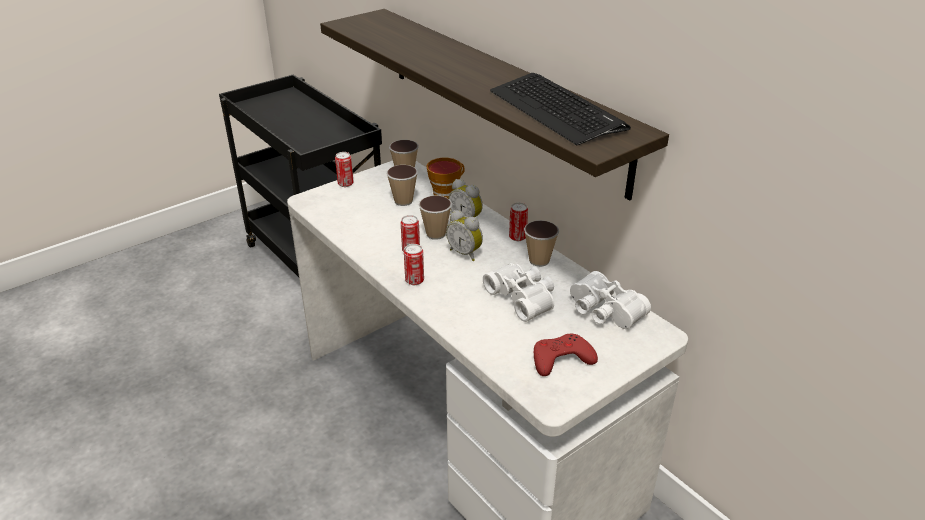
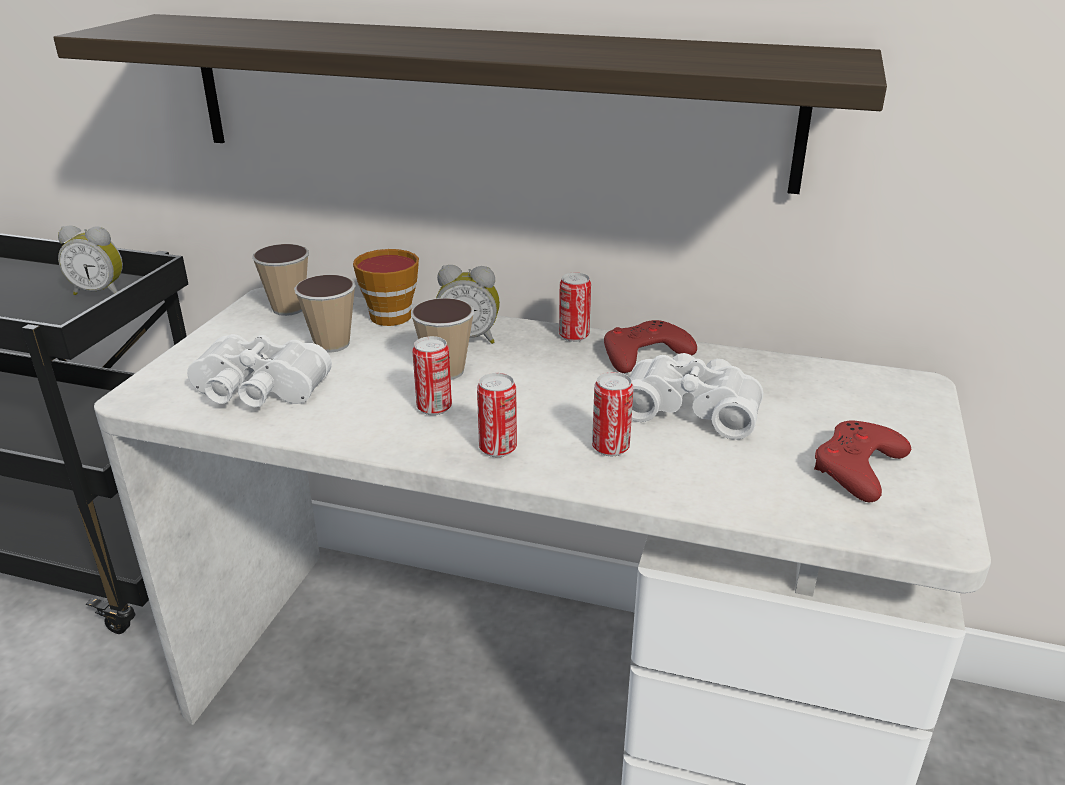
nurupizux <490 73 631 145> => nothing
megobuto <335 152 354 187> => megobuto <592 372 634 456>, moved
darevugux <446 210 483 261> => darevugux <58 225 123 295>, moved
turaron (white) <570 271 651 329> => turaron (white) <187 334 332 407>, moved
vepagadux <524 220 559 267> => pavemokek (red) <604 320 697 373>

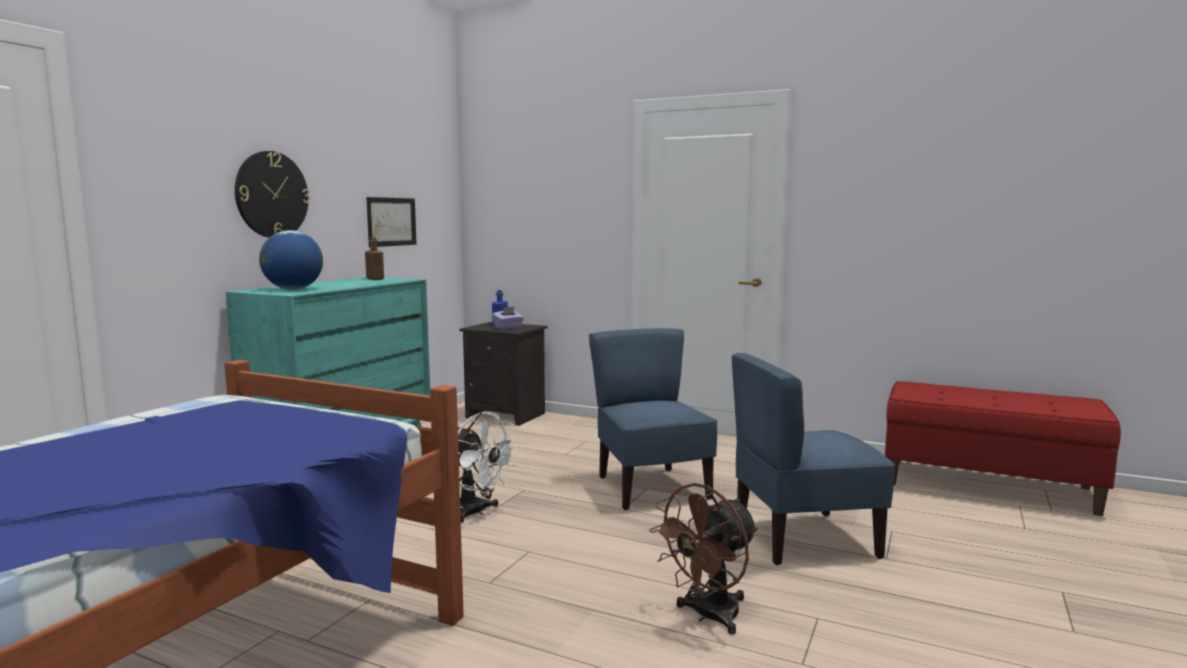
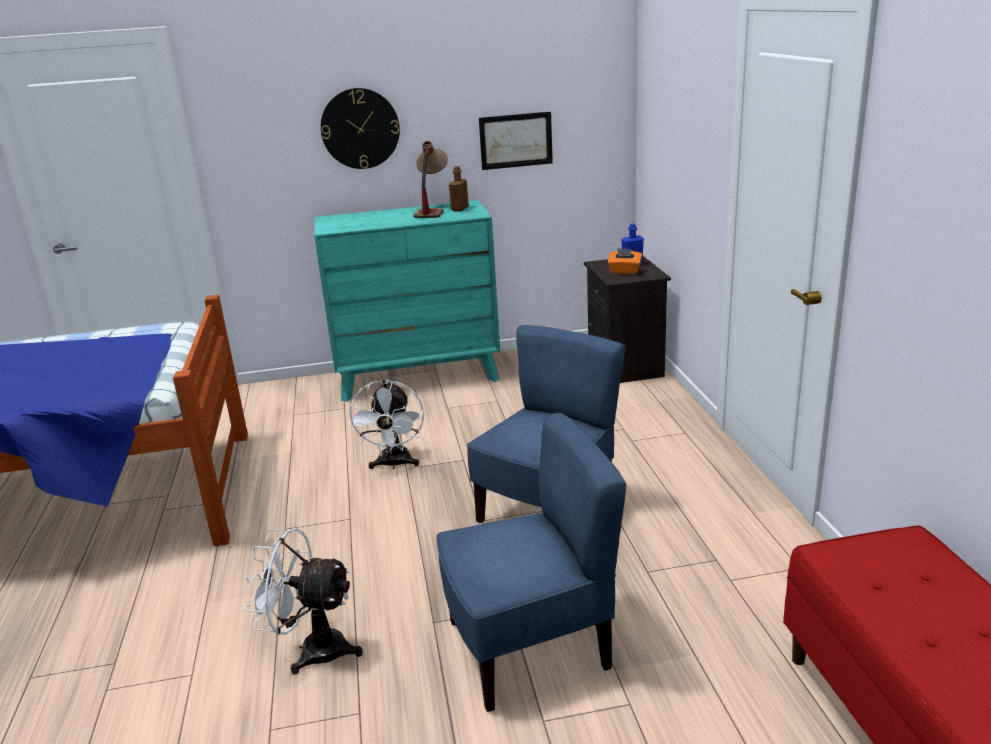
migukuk <259 230 323 290> => nothing
nothing => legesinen <413 141 448 218>
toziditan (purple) <492 307 524 329> => toziditan (orange) <608 248 642 274>
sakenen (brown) <649 483 758 634> => sakenen (white) <244 528 363 674>
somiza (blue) <732 353 895 565> => somiza (blue) <436 413 626 712>, 120 degrees clockwise

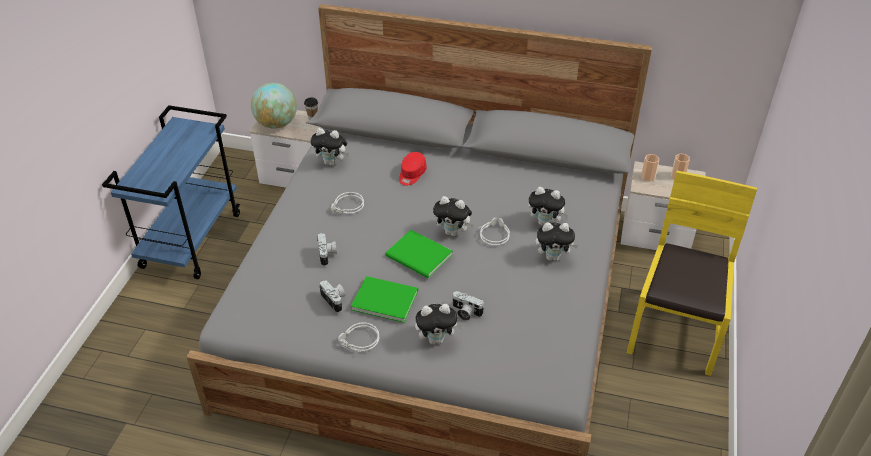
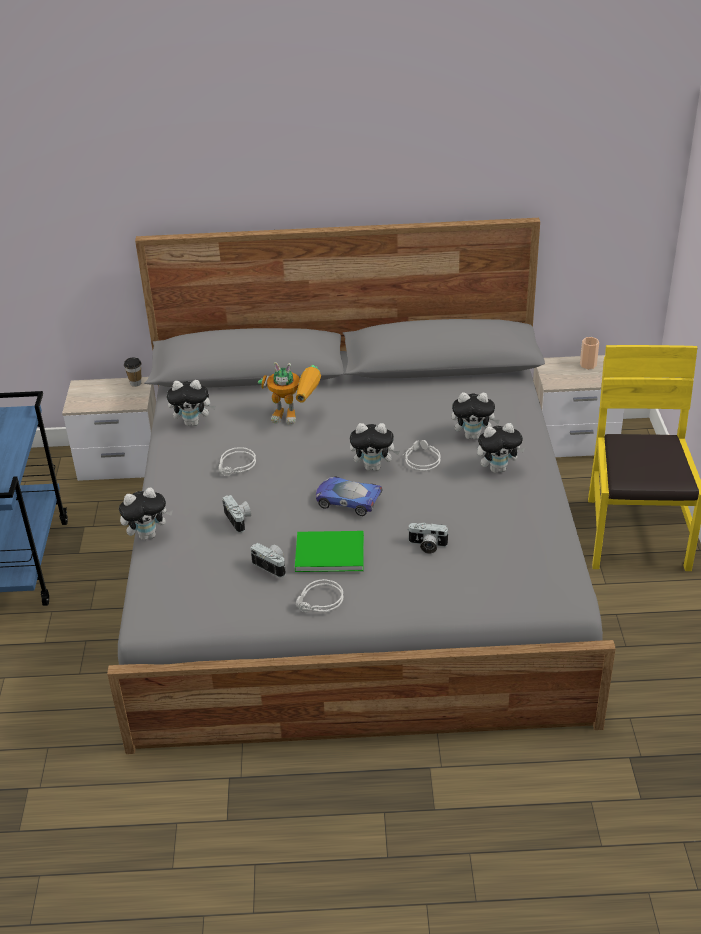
migukuk <251 83 297 129> => nothing
vepagadux <641 154 660 182> => nothing
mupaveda <415 304 462 344> => mupaveda <119 487 173 540>, moved
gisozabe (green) <385 230 453 278> => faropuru <316 476 383 516>
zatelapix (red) <399 152 427 186> => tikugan <258 362 321 425>

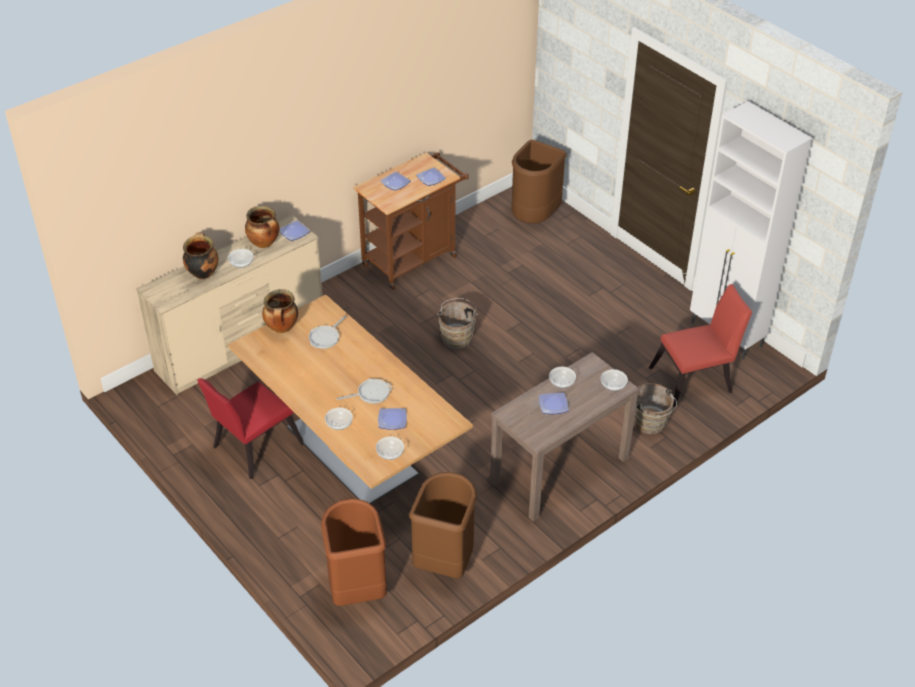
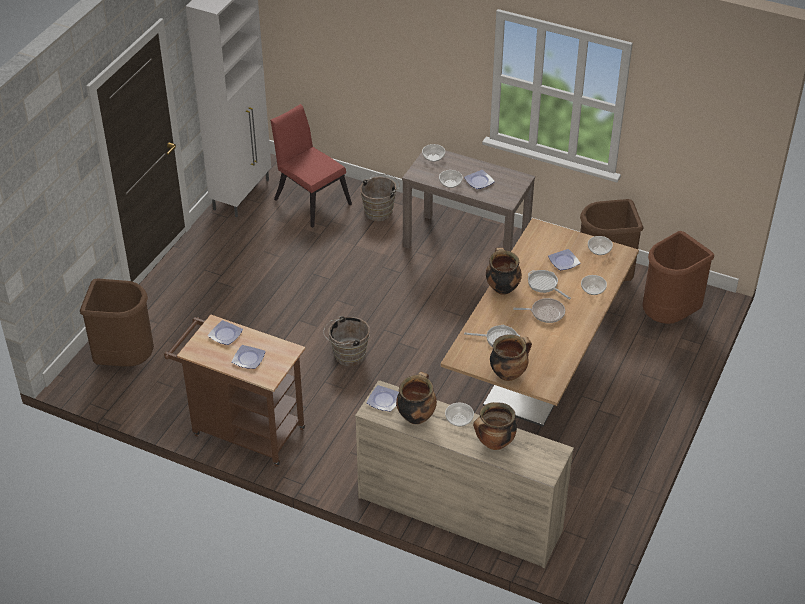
somiza (red) <197 378 304 479> => nothing
nothing => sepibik <486 248 522 295>
nothing => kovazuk <513 298 565 323>

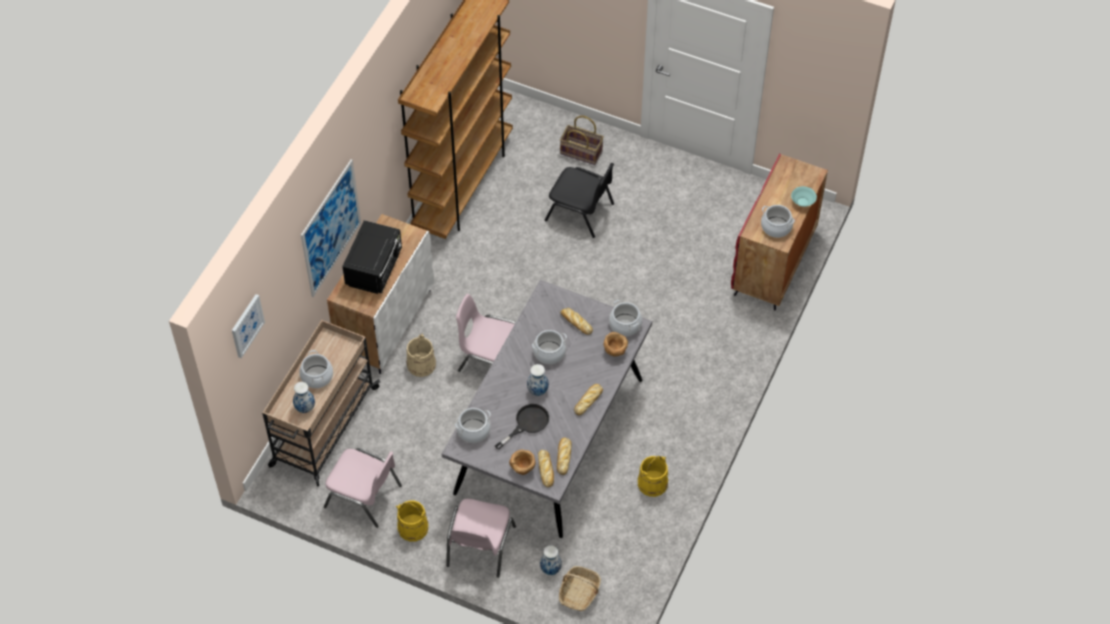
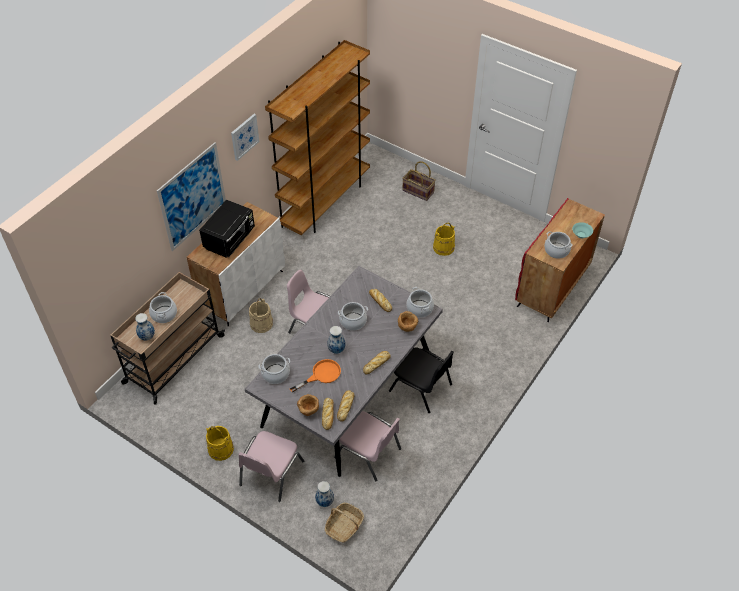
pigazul <232 294 265 358> => pigazul <231 114 259 161>, moved
somiza (pink) <324 448 402 528> => somiza (pink) <334 411 401 481>, moved
somiza (black) <545 163 614 238> => somiza (black) <389 347 454 413>, moved
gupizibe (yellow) <638 456 668 497> => gupizibe (yellow) <433 223 455 256>, moved
kovazuk (black) <495 404 549 450> => kovazuk (orange) <290 359 341 393>

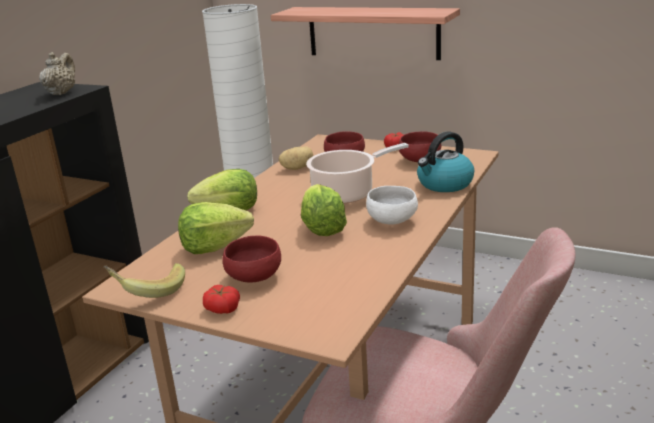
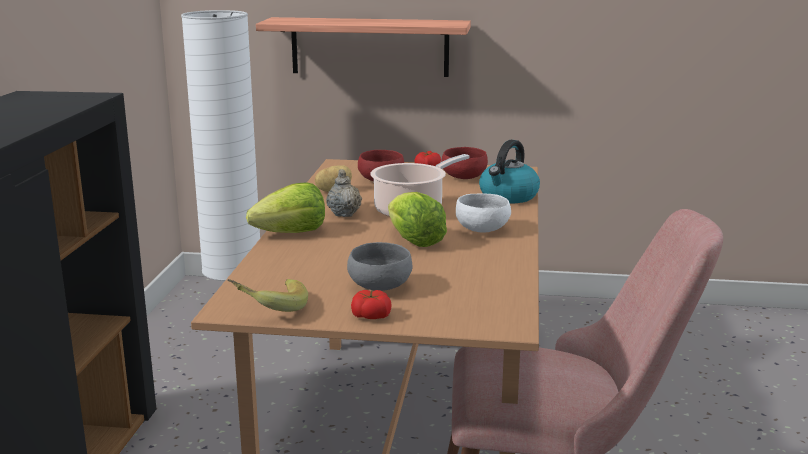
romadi <178 202 254 254> => nothing
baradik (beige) <39 52 75 95> => baradik (beige) <326 169 362 217>, moved
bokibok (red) <223 236 281 283> => bokibok (grey) <347 242 413 291>

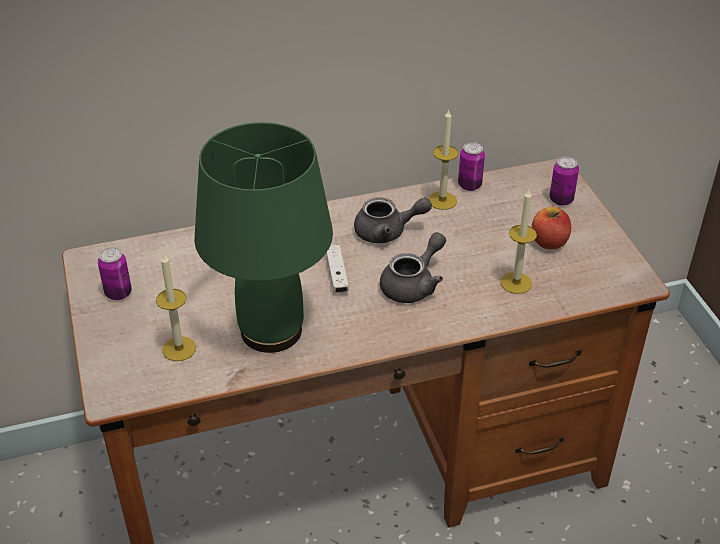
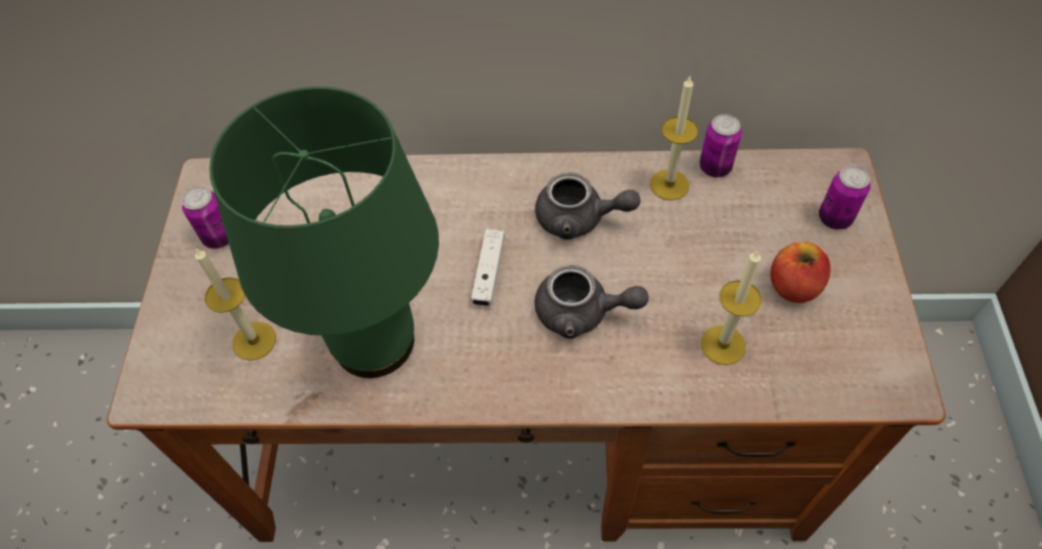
baradik (grey) <380 232 446 303> => baradik (grey) <535 265 649 338>, 45 degrees clockwise

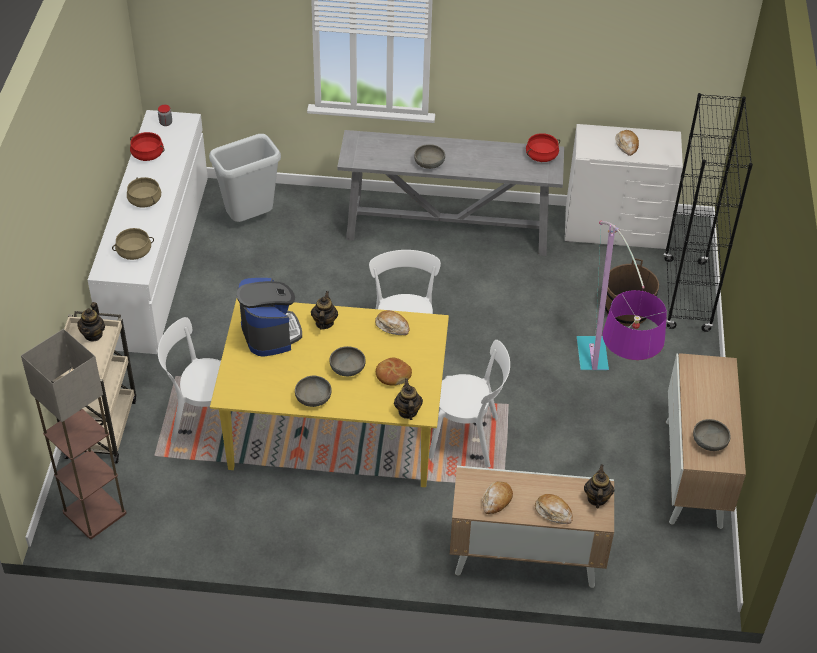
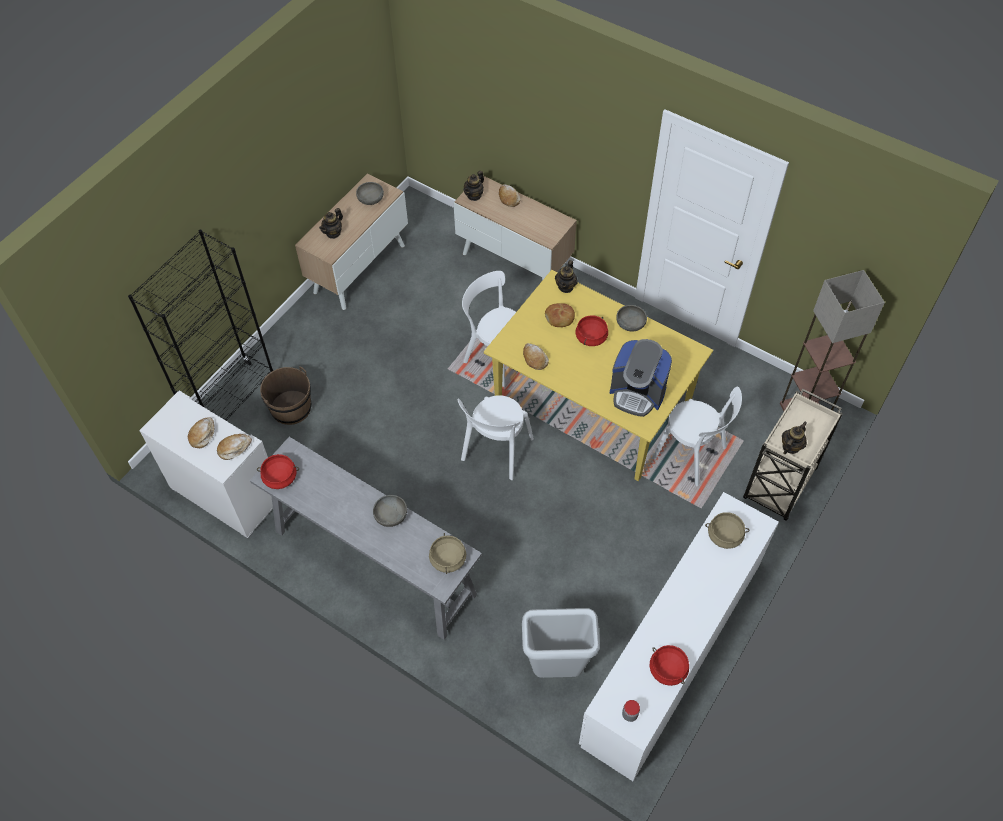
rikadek <576 221 667 370> => nothing
sepibik (beige) <127 177 161 208> => sepibik (beige) <429 533 466 574>, moved
baradik <311 291 338 330> => baradik <319 208 343 239>, moved
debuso <482 481 513 514> => debuso <217 434 252 460>, moved
bokibok (grey) <329 346 366 376> => sepibik (red) <575 315 608 346>
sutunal <237 278 302 357> => sutunal <610 339 672 417>, 75 degrees counterclockwise

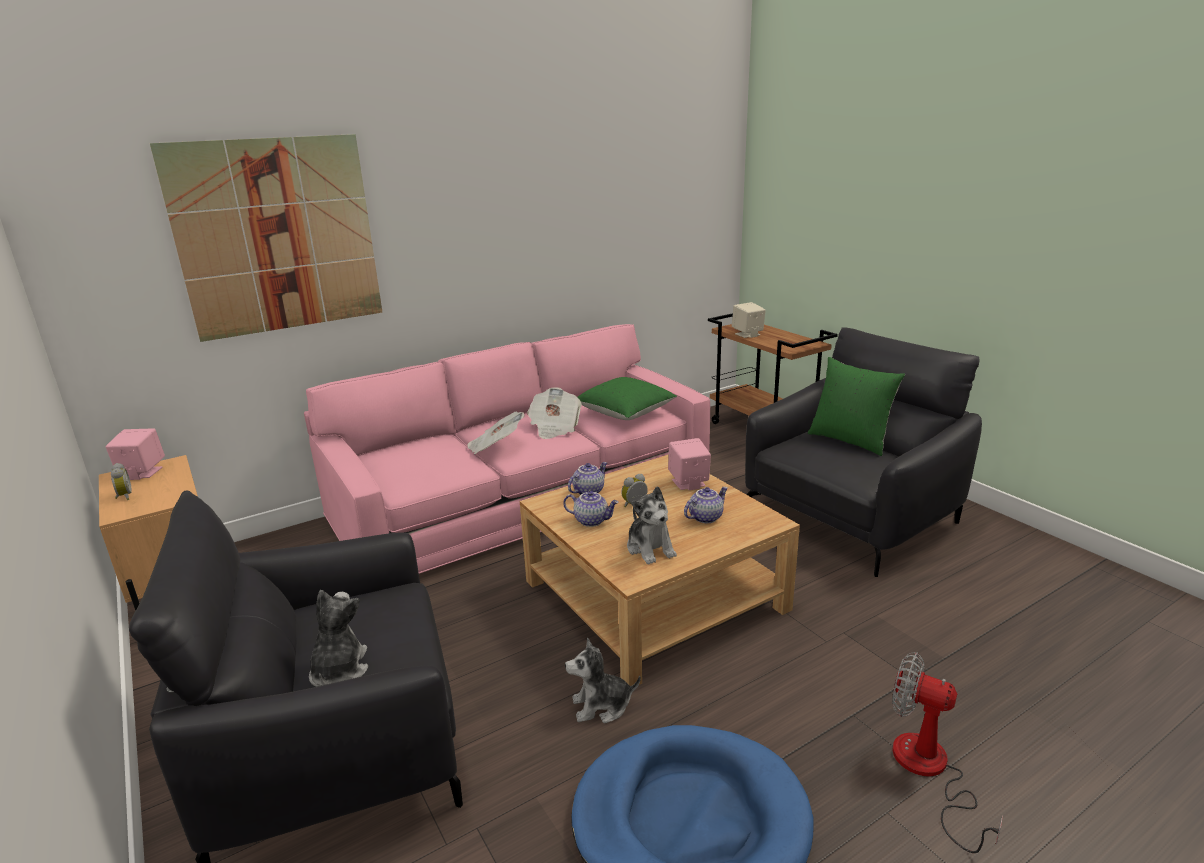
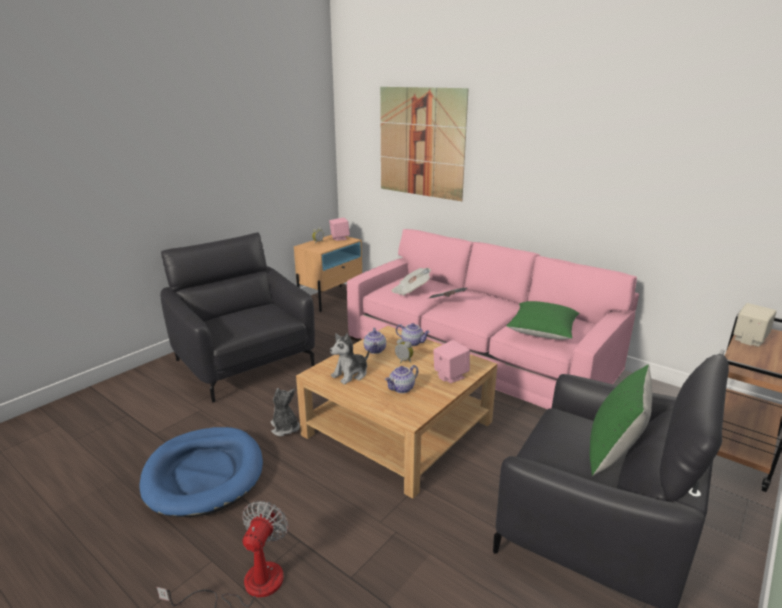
mupaveda <309 590 368 687> => nothing
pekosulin <527 387 582 439> => pekosulin <391 268 431 296>, moved
baradik <684 487 728 523> => baradik <385 365 418 393>, 105 degrees clockwise

